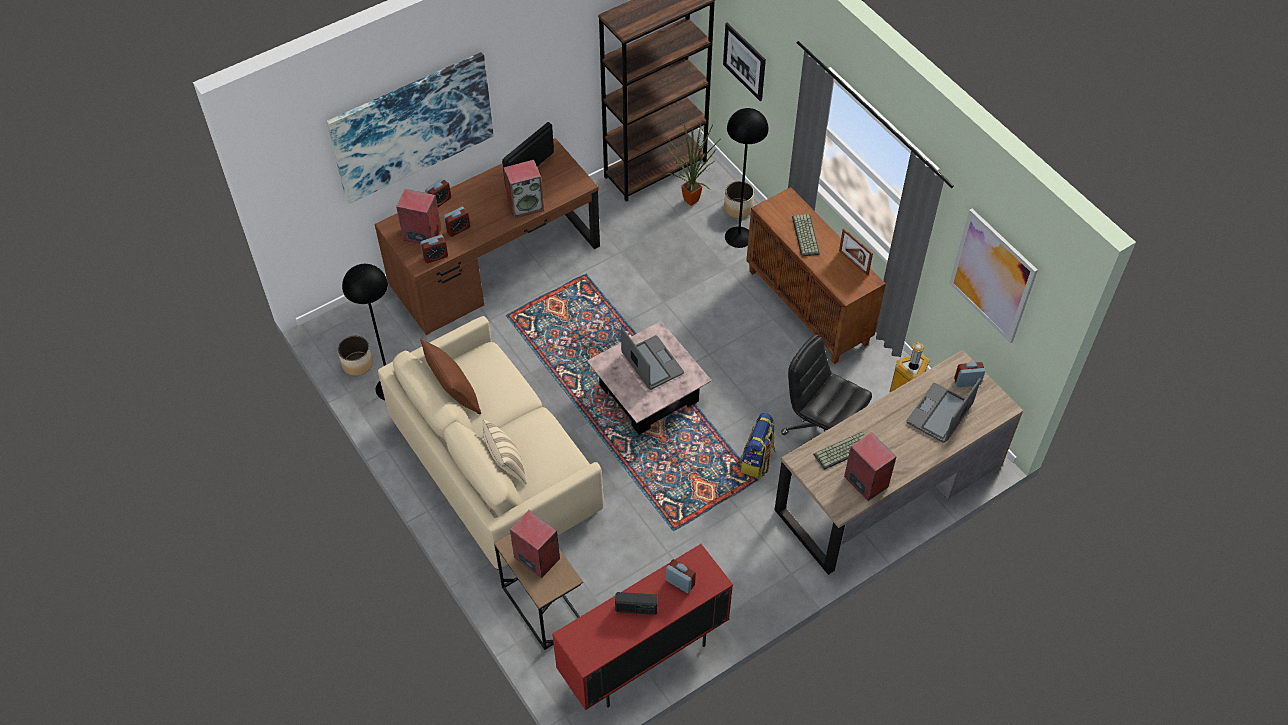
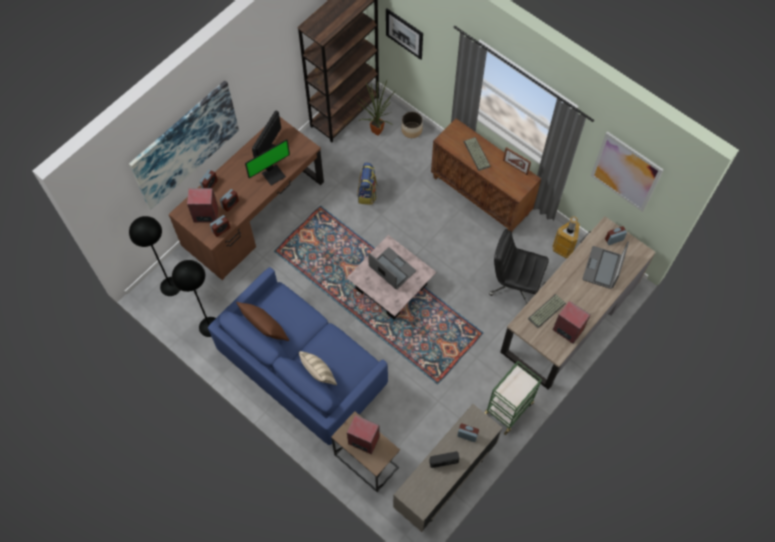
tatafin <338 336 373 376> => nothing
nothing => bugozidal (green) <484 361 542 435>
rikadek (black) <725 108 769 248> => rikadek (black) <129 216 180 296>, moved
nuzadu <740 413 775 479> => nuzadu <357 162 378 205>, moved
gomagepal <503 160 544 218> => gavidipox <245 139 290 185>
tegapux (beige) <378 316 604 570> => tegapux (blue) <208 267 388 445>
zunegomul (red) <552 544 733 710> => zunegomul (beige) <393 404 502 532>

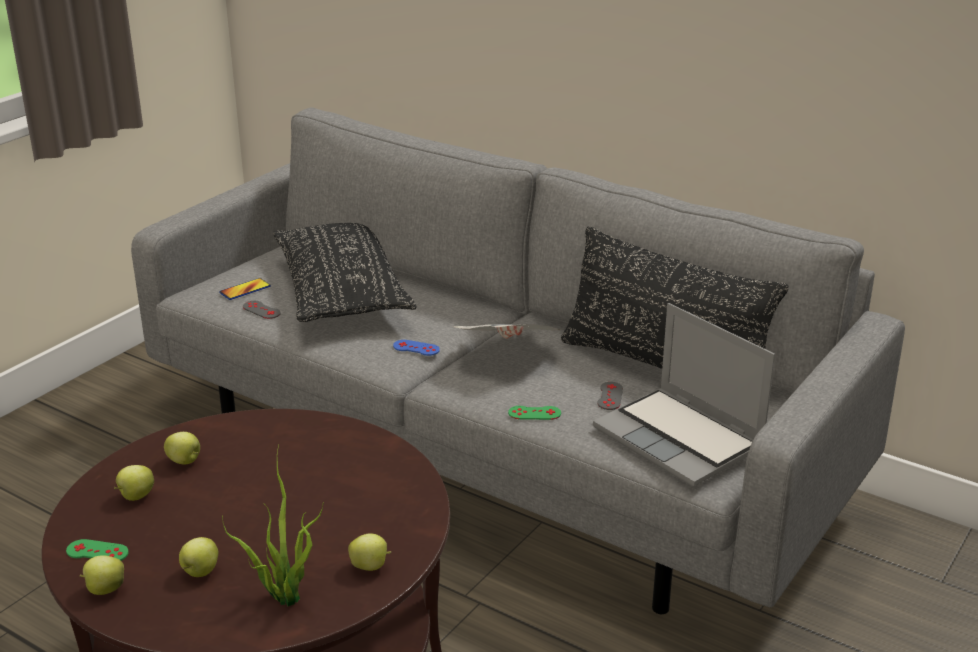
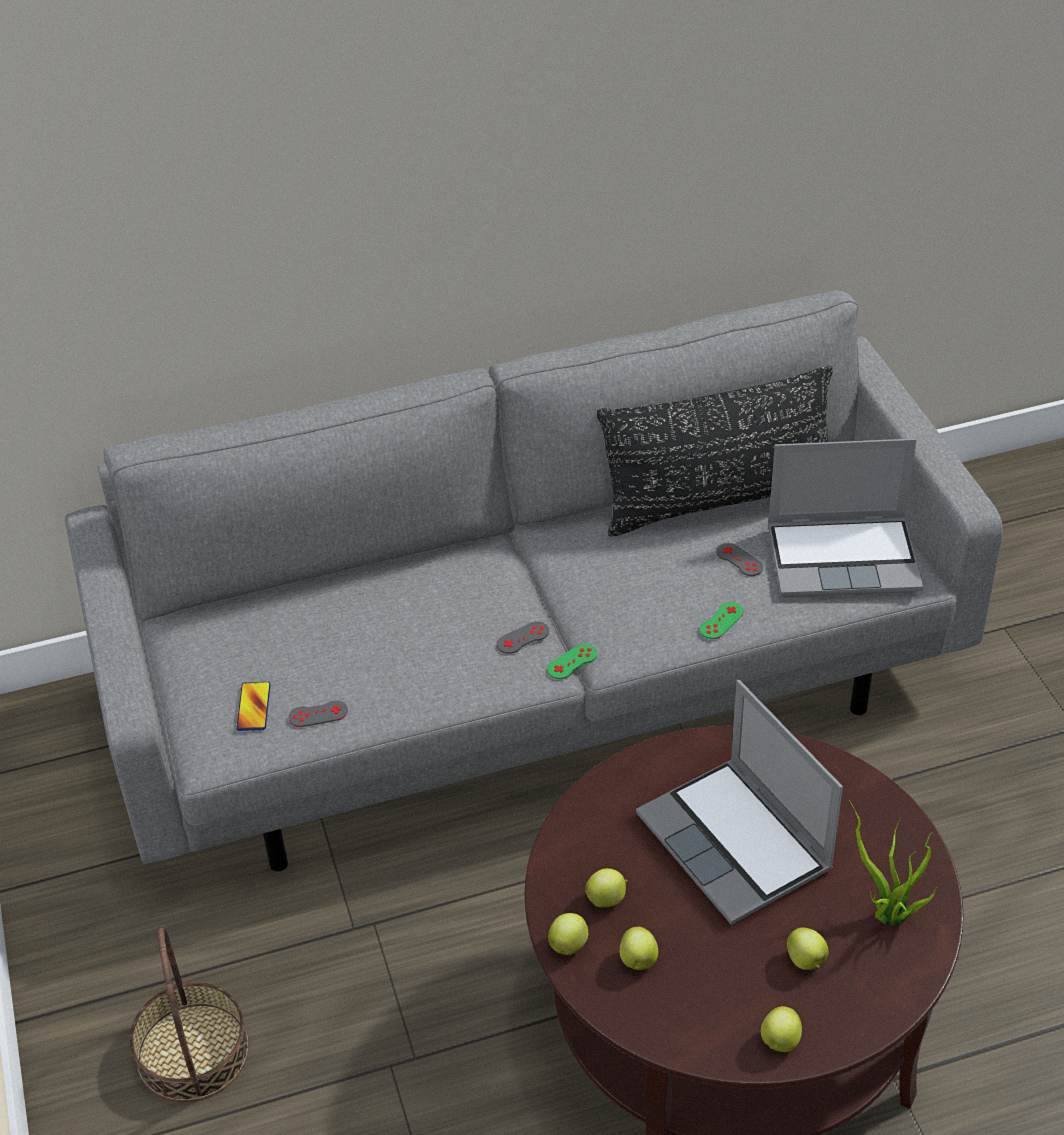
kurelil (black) <273 223 417 322> => nothing
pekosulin <453 324 561 339> => nothing
nothing => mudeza <130 926 249 1102>
nothing => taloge <636 680 843 925>
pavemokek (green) <66 539 129 561> => pavemokek (green) <547 644 597 679>, moved
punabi <348 533 392 571> => punabi <548 913 588 955>, moved
pavemokek (blue) <393 340 440 356> => pavemokek (grey) <497 621 549 654>

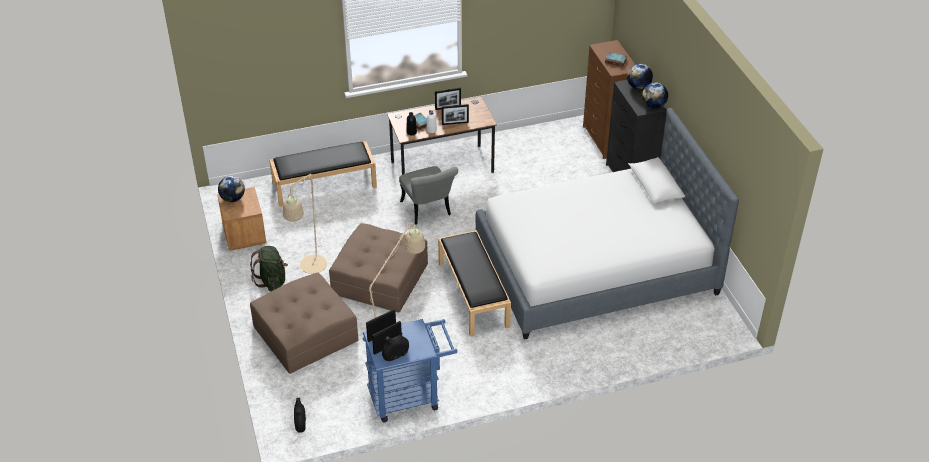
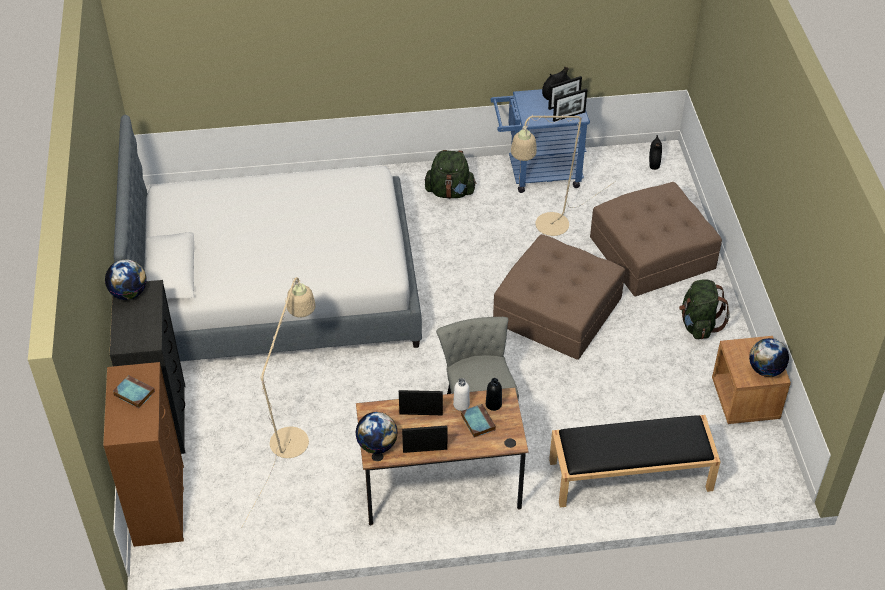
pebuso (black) <438 230 511 337> => nothing
nothing => nuzadu (green) <425 150 477 199>
rikadek (beige) <283 174 333 274> => rikadek (beige) <241 277 315 528>, moved
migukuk <627 64 653 90> => migukuk <355 412 398 454>, moved

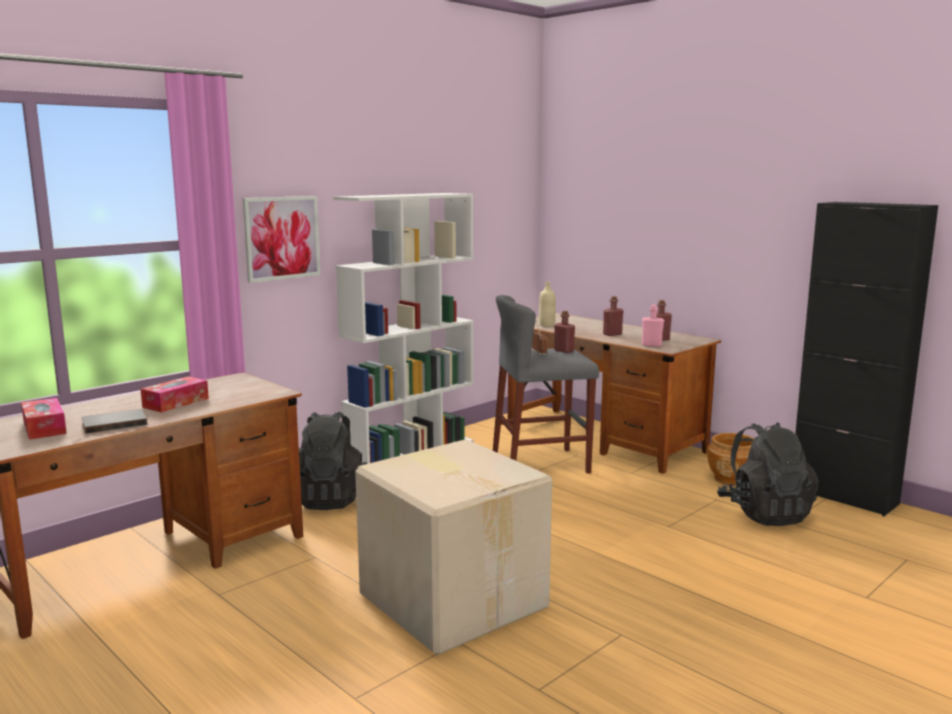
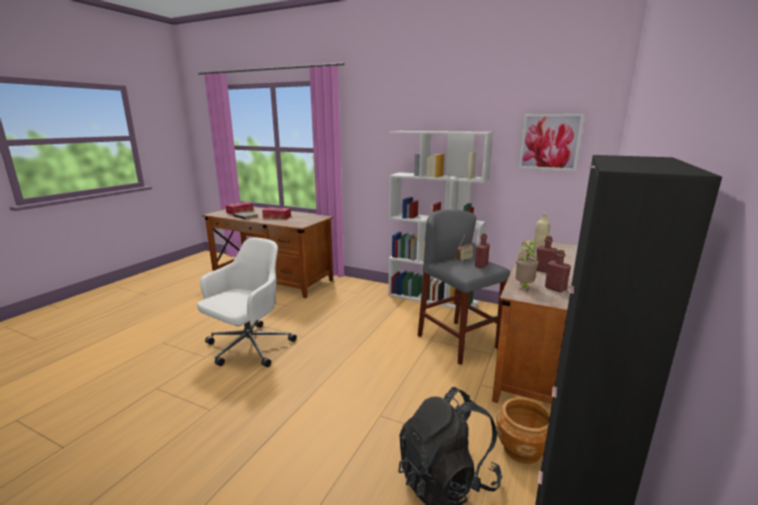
nuzadu (black) <299 411 367 510> => nothing
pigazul <243 196 320 283> => pigazul <519 114 584 171>, moved
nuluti <355 439 552 655> => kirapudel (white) <197 238 297 367>
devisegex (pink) <642 305 664 347> => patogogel <516 241 539 291>

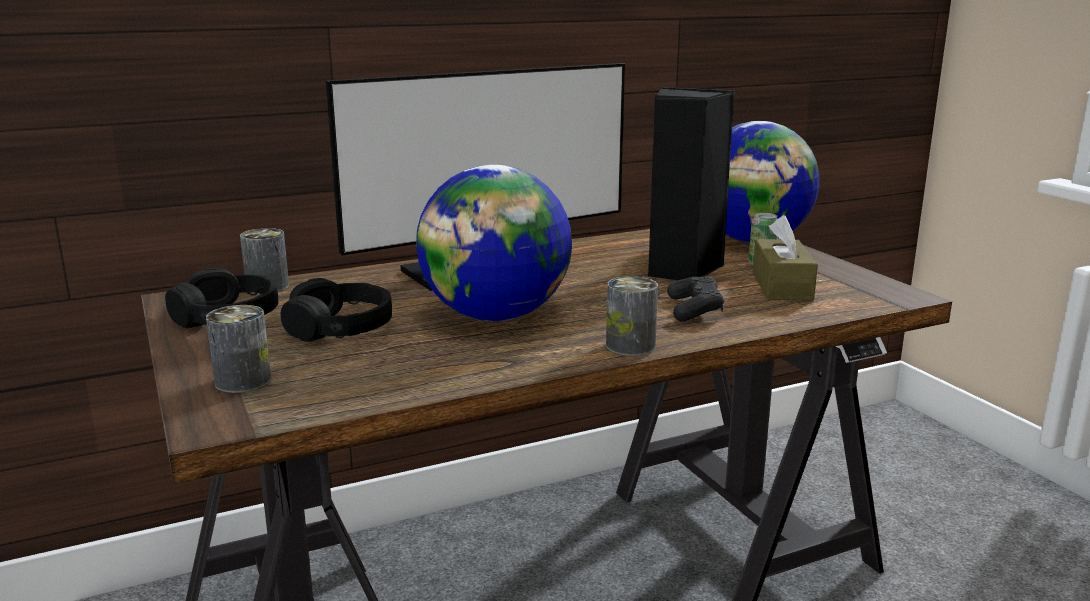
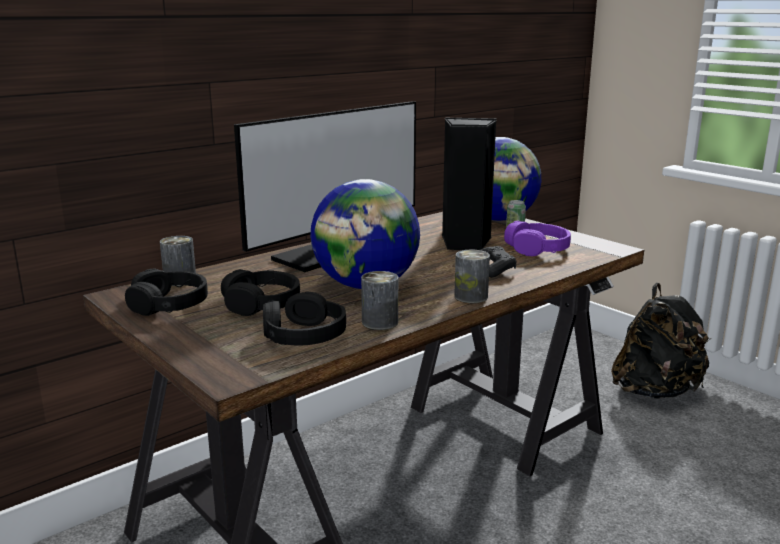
nothing => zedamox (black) <263 292 346 345>
nothing => nuzadu (black) <611 283 711 399>
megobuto <206 305 271 393> => megobuto <361 271 398 330>, moved
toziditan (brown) <753 215 818 301> => zedamox (purple) <504 221 571 256>

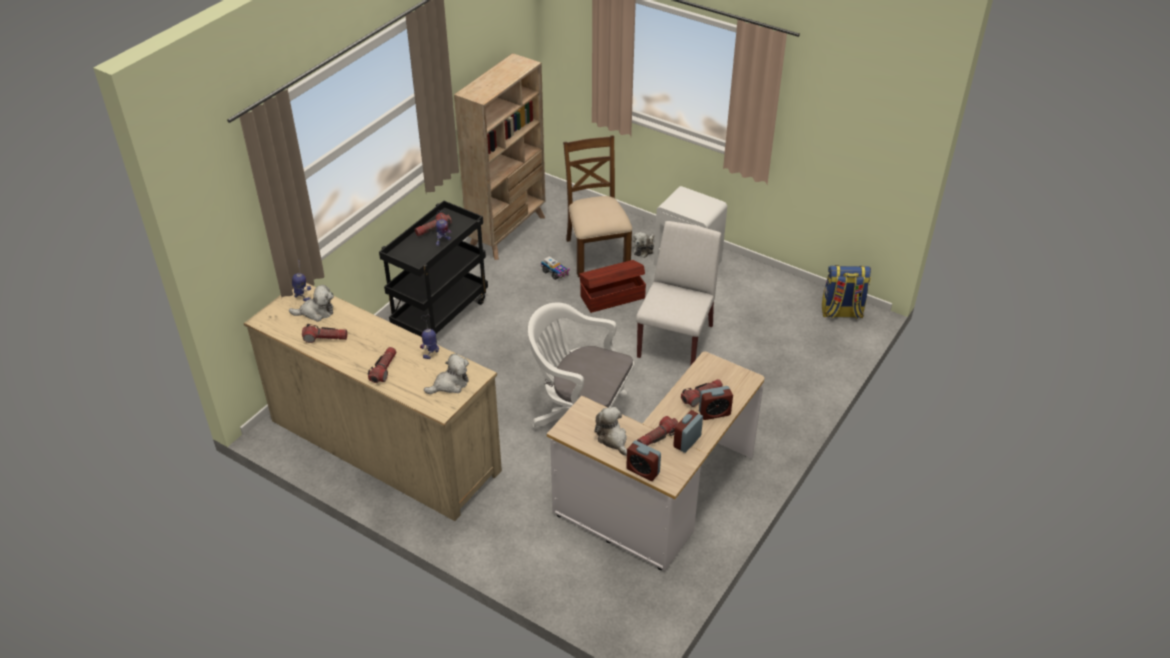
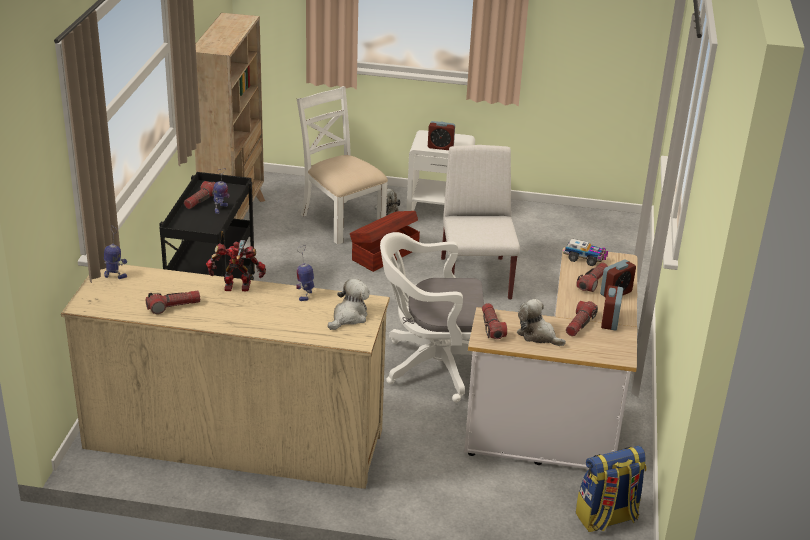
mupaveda <289 285 334 322> => nothing
nothing => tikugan <206 240 266 291>
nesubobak <368 347 396 383> => nesubobak <482 303 507 339>, moved
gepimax <541 256 570 280> => gepimax <563 238 608 266>, moved
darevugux <626 440 661 481> => darevugux <428 121 455 150>, moved
nuzadu <822 265 871 319> => nuzadu <576 446 647 532>, moved
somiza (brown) <563 135 633 277> => somiza (white) <297 86 388 245>

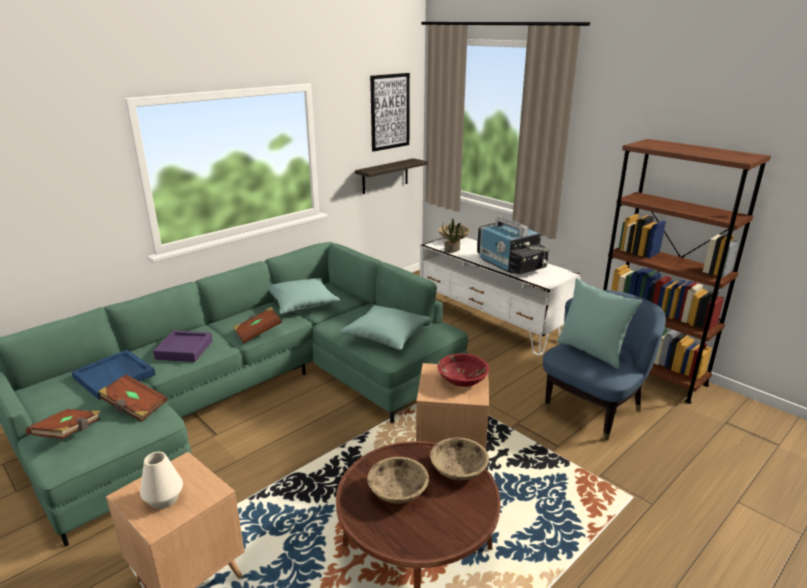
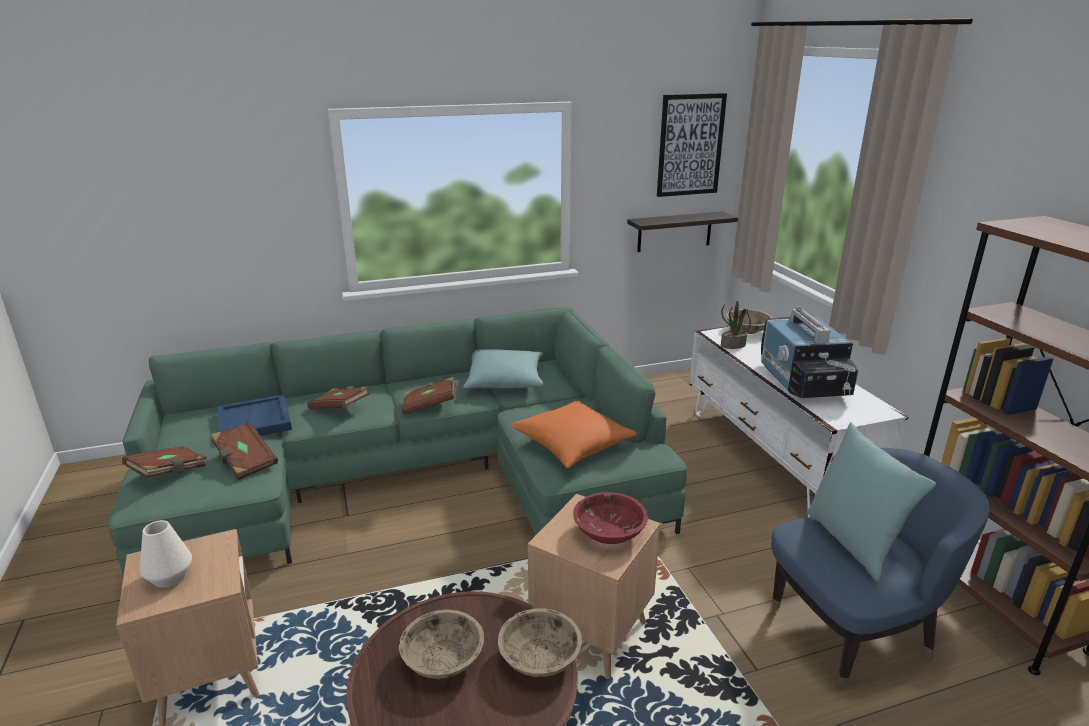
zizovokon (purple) <153 330 213 362> => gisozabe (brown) <307 386 370 409>
kurelil (turquoise) <341 305 430 350> => kurelil (orange) <510 401 637 468>

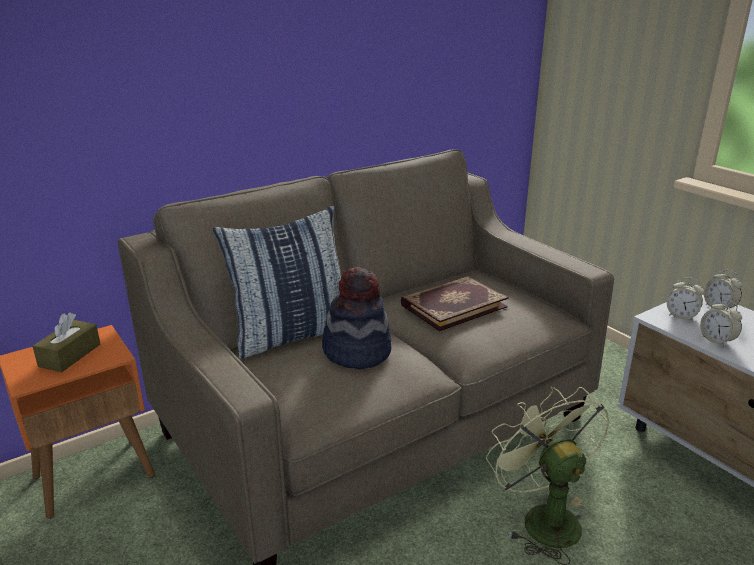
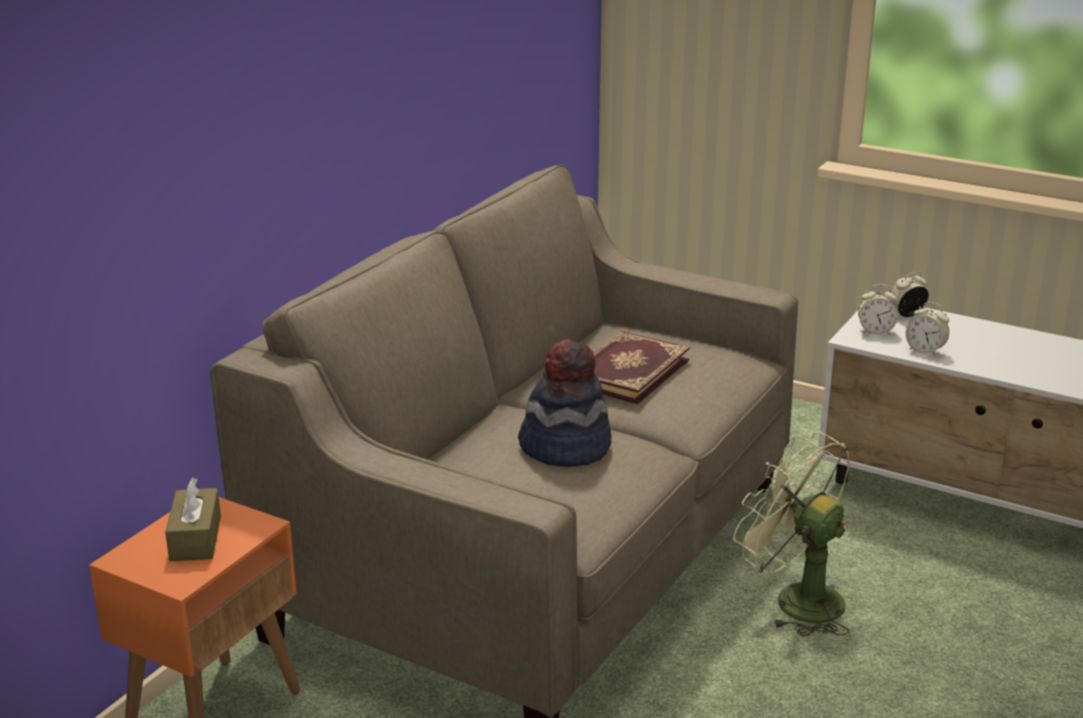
kurelil <213 206 341 359> => nothing
darevugux <704 269 742 310> => darevugux <890 272 929 317>, 120 degrees clockwise

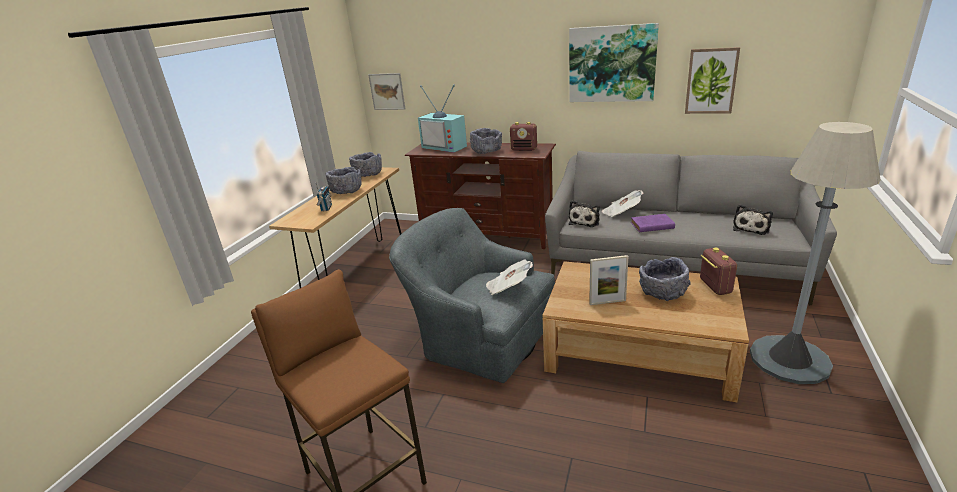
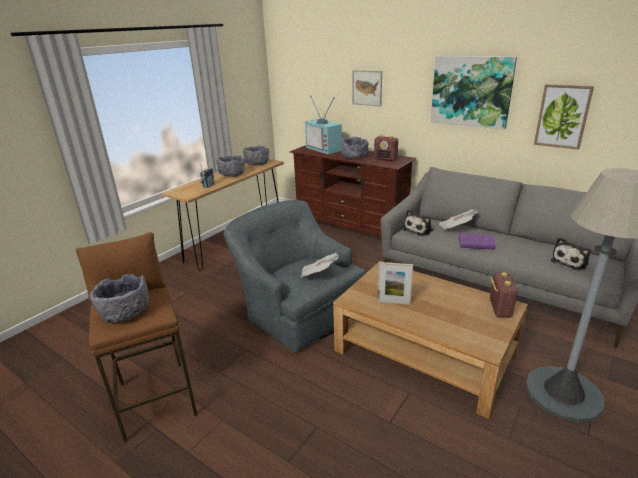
pigazul <368 73 405 110> => pigazul <352 70 382 107>, moved
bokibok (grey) <639 257 691 301> => bokibok (grey) <90 274 149 323>, moved

